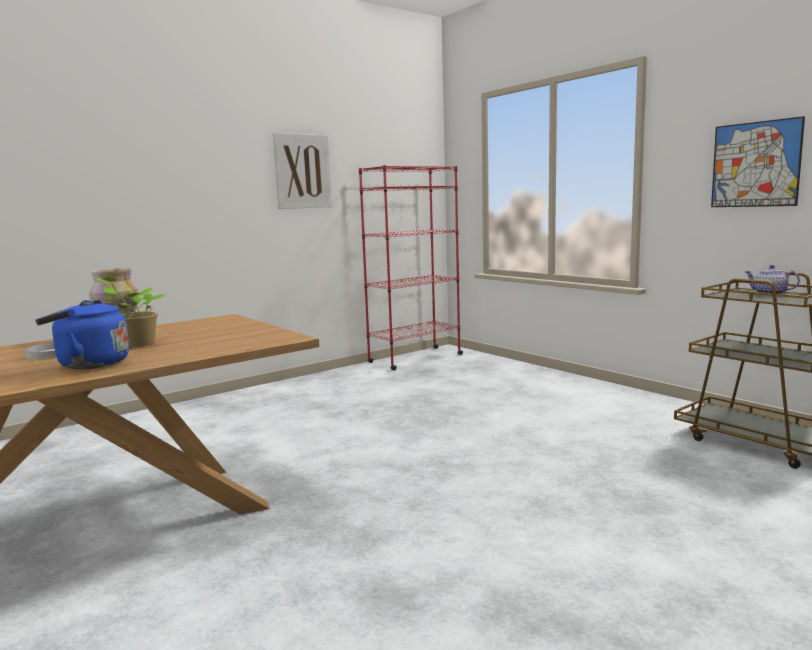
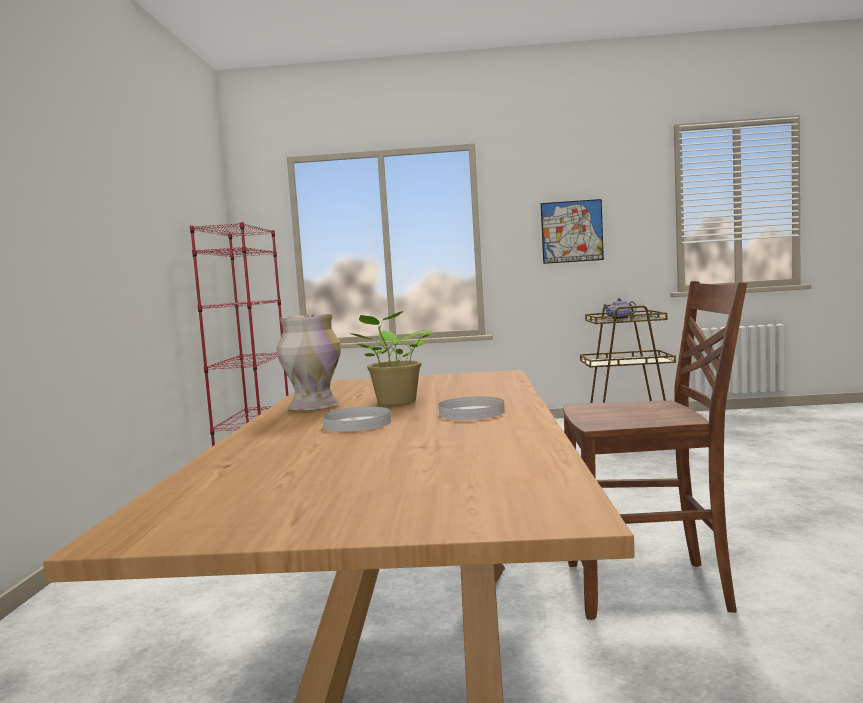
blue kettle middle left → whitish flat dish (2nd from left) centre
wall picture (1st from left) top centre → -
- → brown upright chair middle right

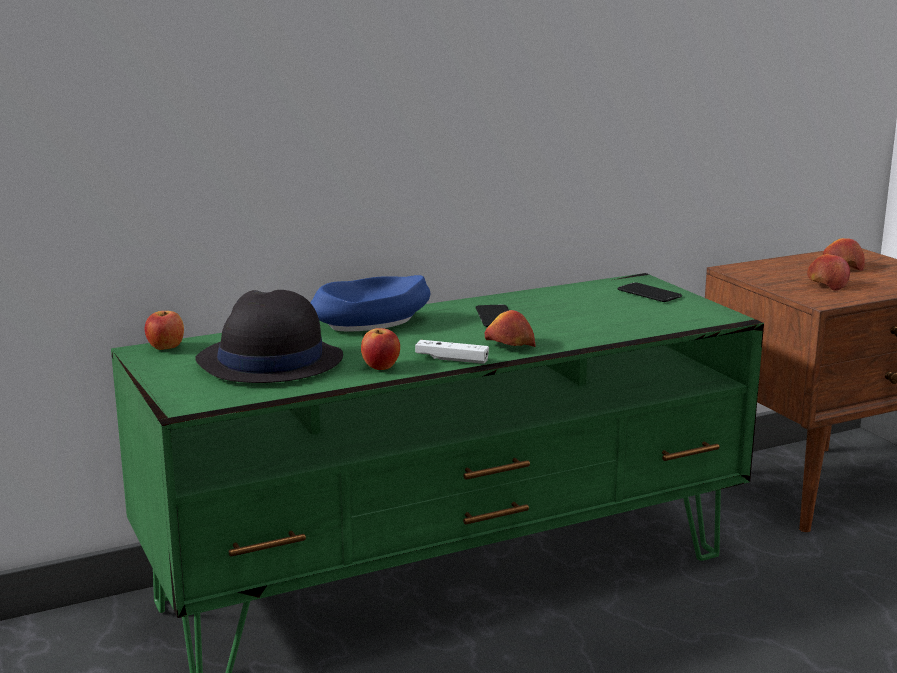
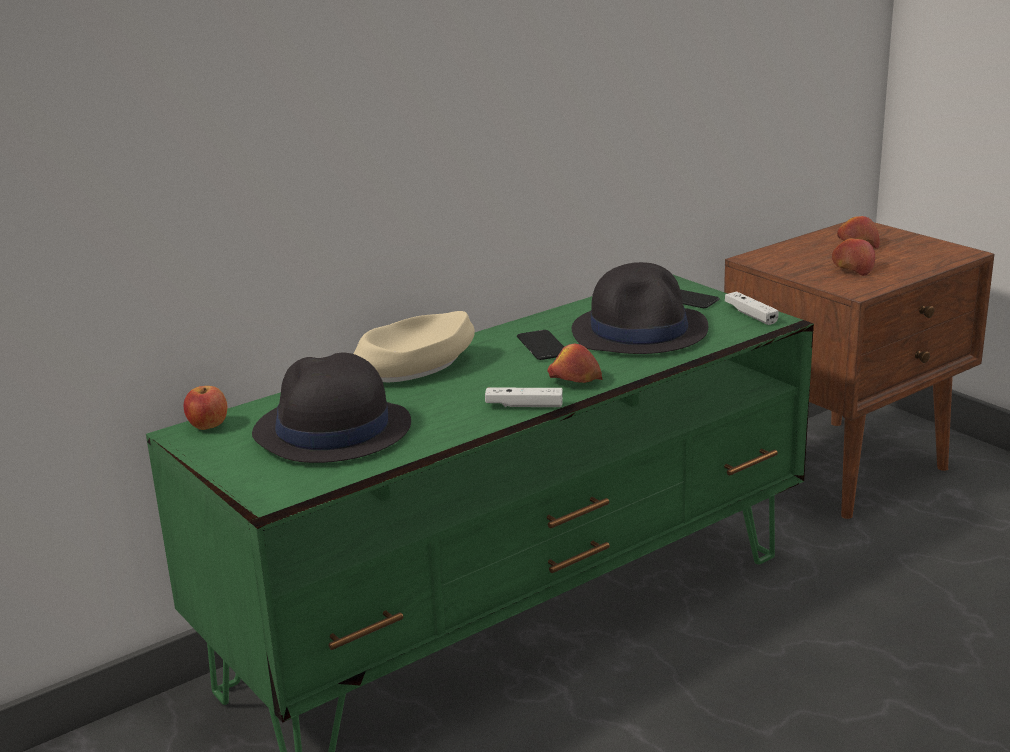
blue deep dish centre → beige deep dish centre
apple fruit (2nd from left) centre → -
- → black wearable hat (2nd from left) centre
- → whitish joypad (2nd from left) middle right

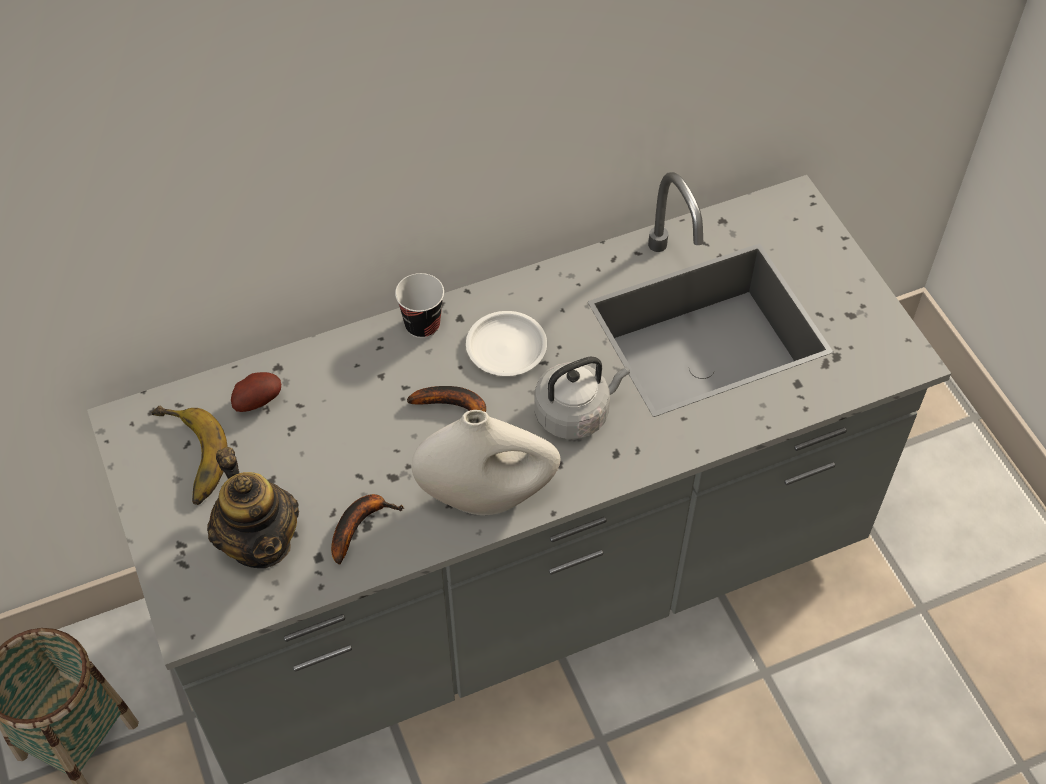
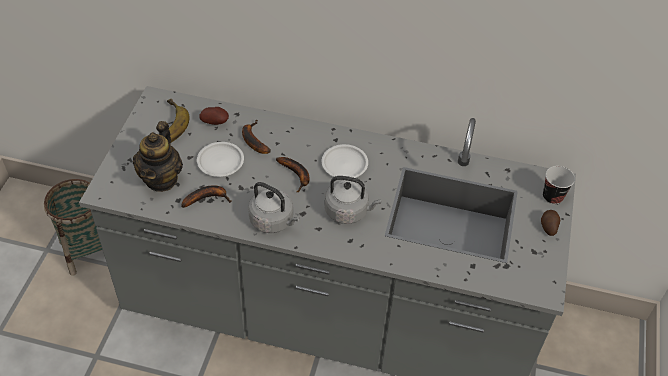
small cup centre → small cup middle right, move
whitish decorative vase centre → grey kettle (1st from left) centre
- → whitish flat dish (1st from left) middle left
- → whole banana (3rd from left) centre
- → potato (2nd from left) middle right

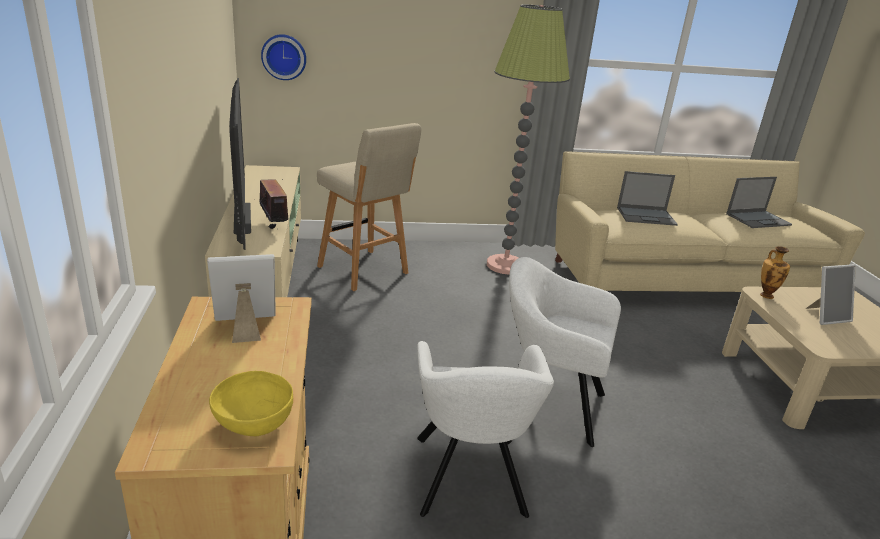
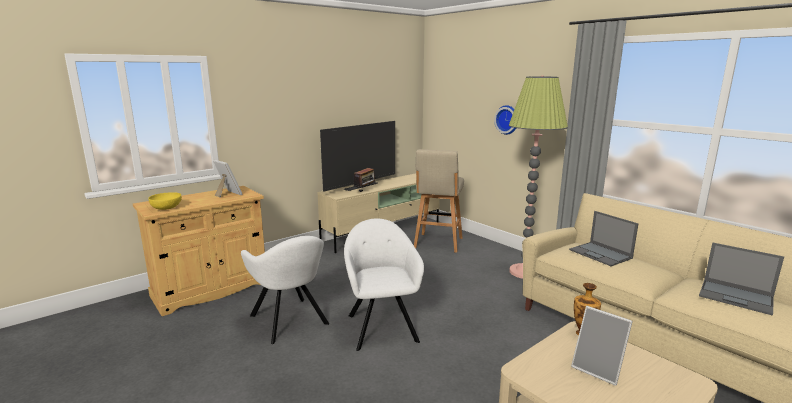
clock on the wall top left → clock on the wall top centre, move
whitish lounge chair (1st from left) bottom centre, 90 degrees counterclockwise

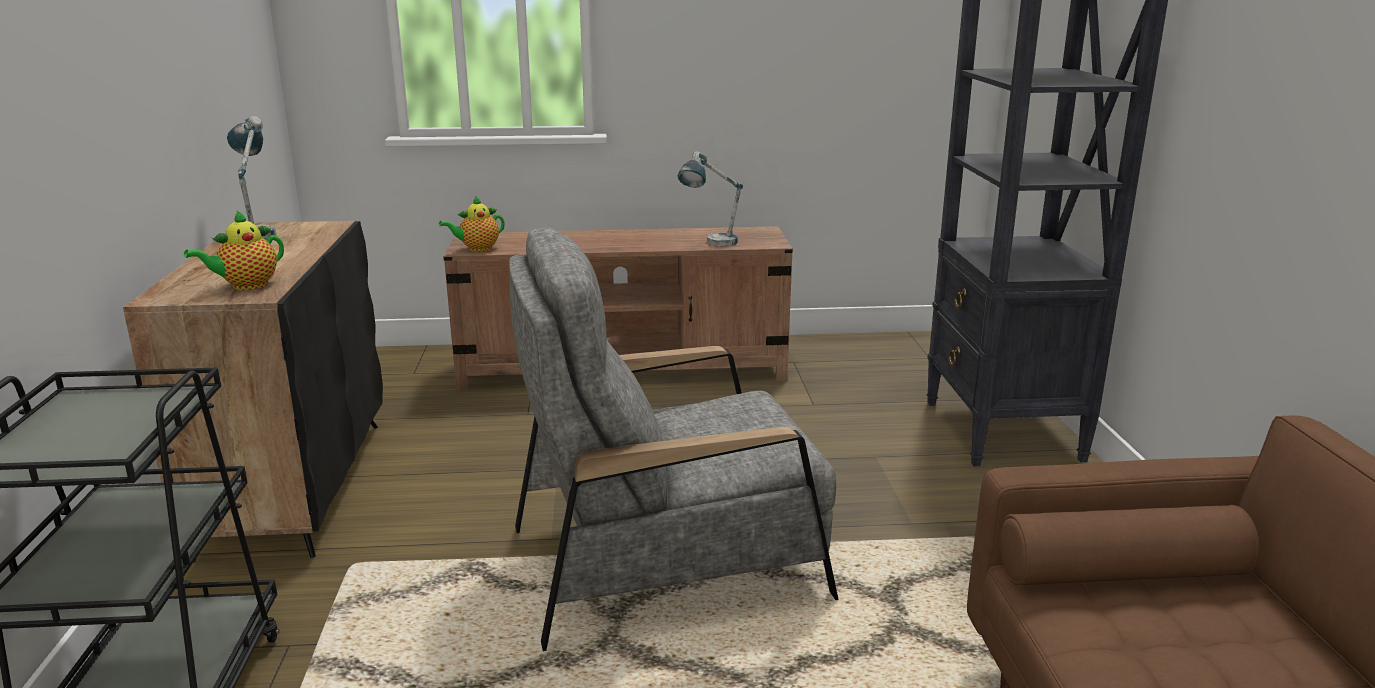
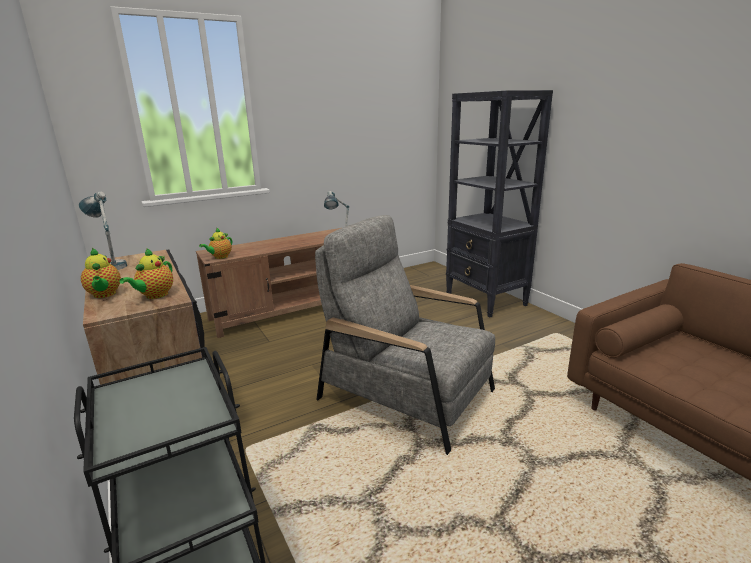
grey lounge chair centre, 75 degrees clockwise
- → tea pot (1st from left) middle left

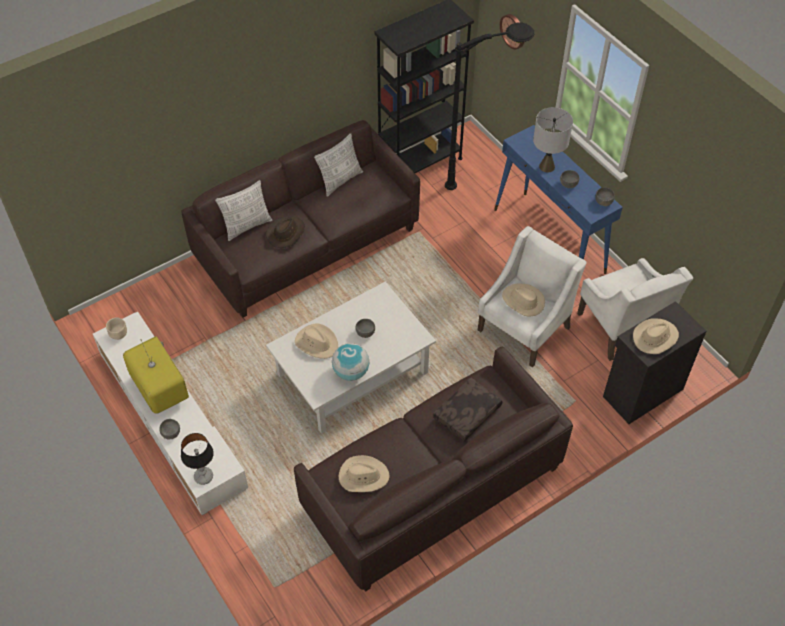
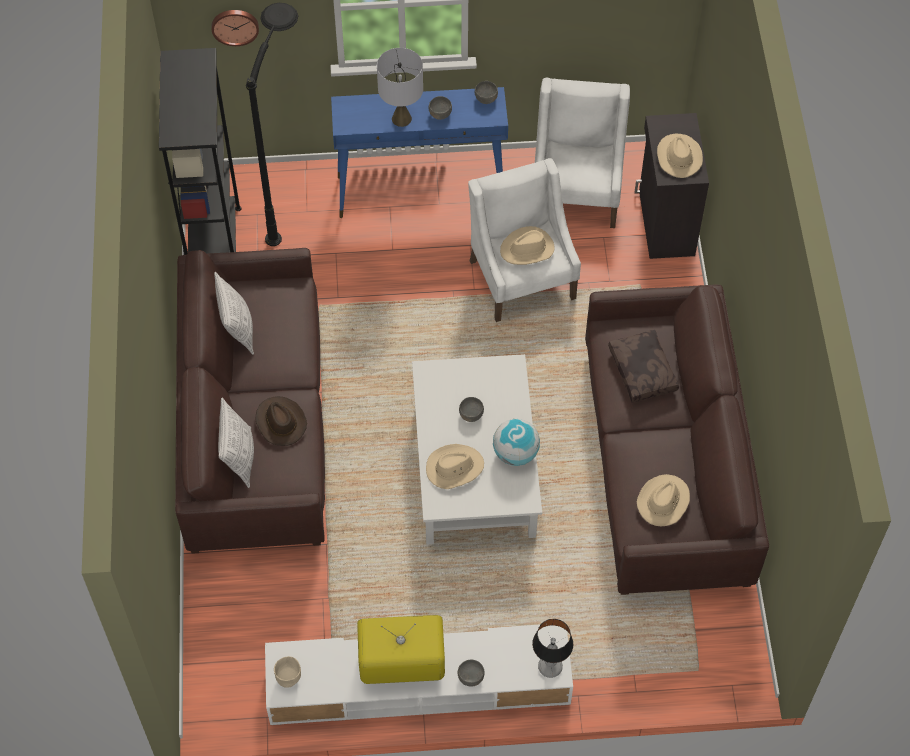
whitish lounge chair (2nd from left) middle right → whitish lounge chair (2nd from left) top centre, 90 degrees counterclockwise

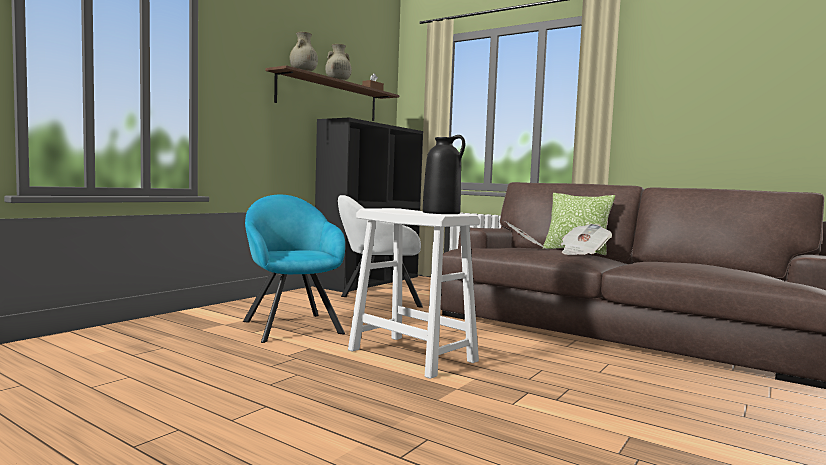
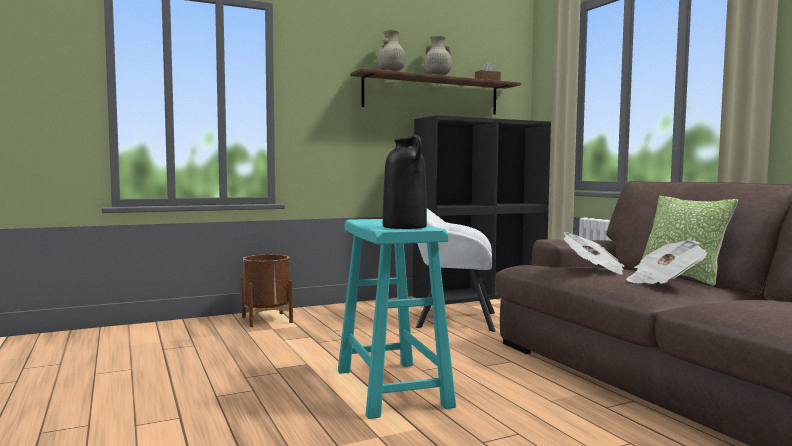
blue-green lounge chair centre → -
whitish stool seat centre → blue-green stool seat bottom centre
- → brown plant pot centre

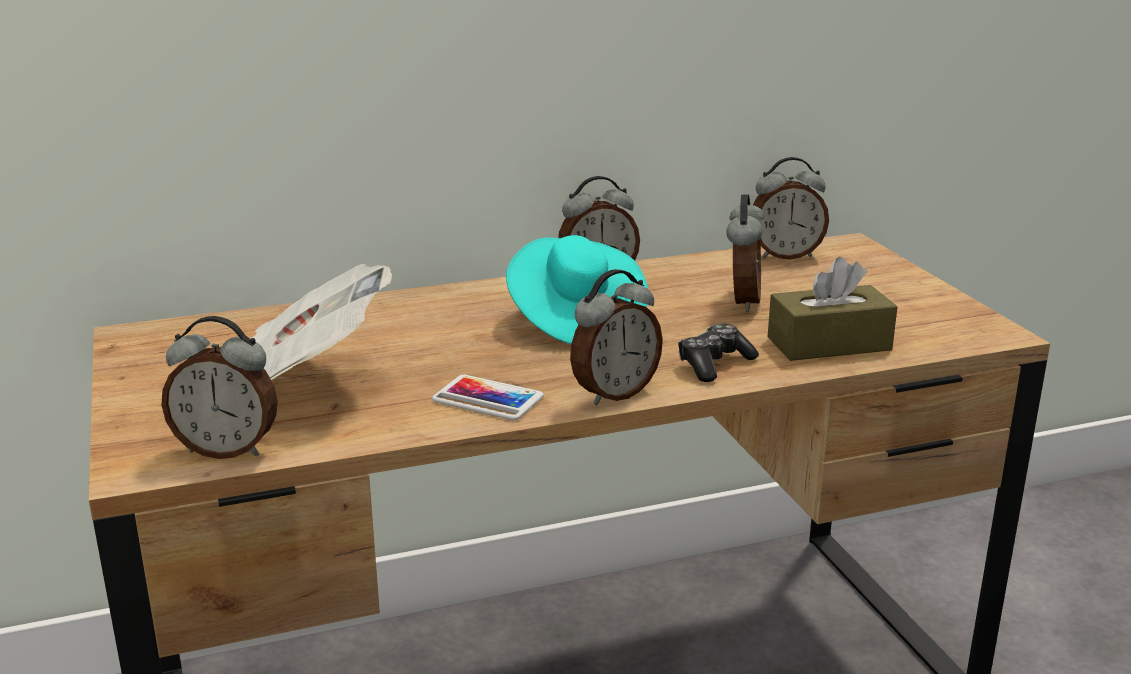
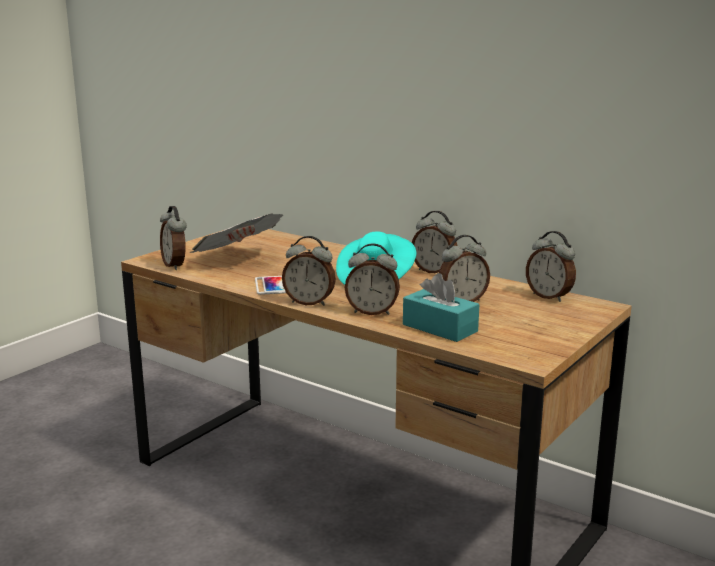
joypad centre → table clock (3rd from left) centre
brown tissue box middle right → blue-green tissue box centre

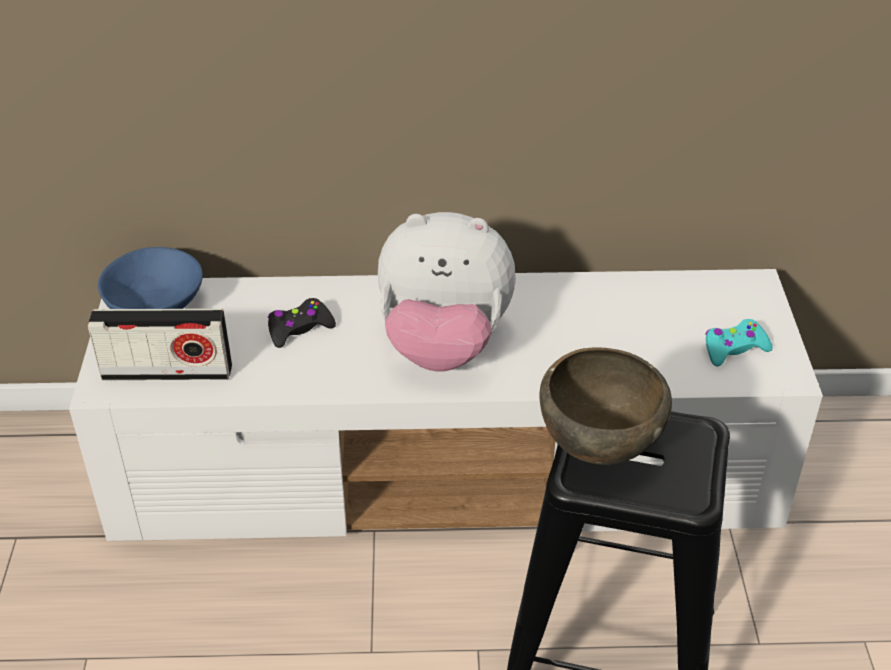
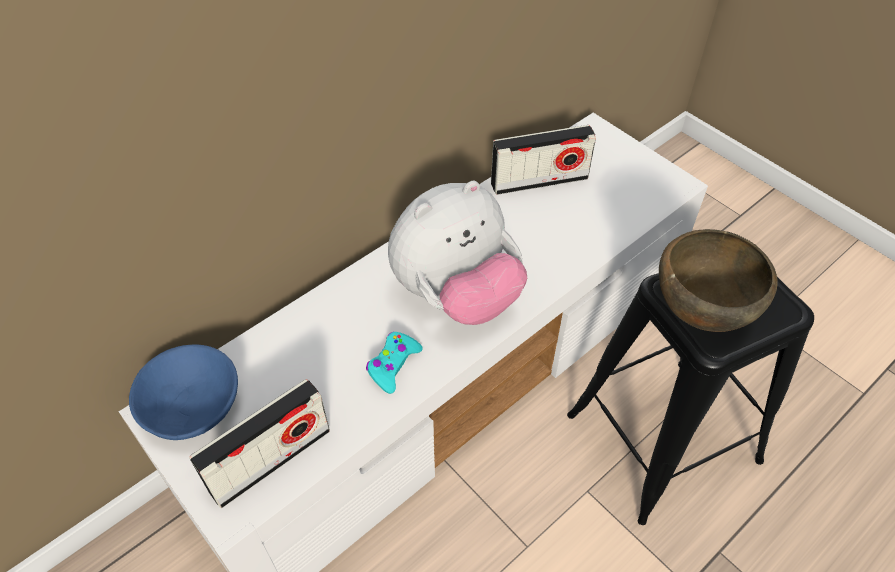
black joypad centre → -
blue-green joypad middle right → blue-green joypad centre, move
- → radio receiver (2nd from left) top centre

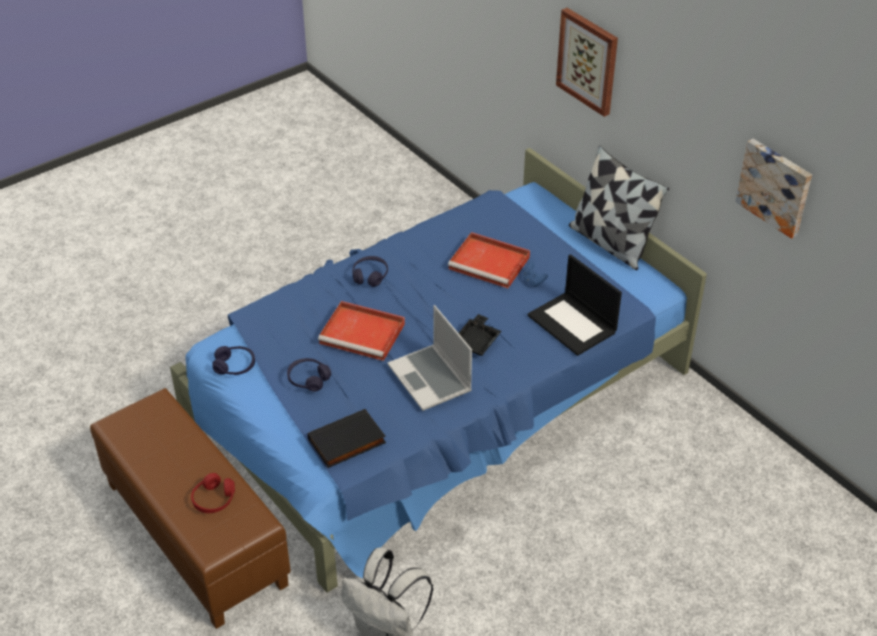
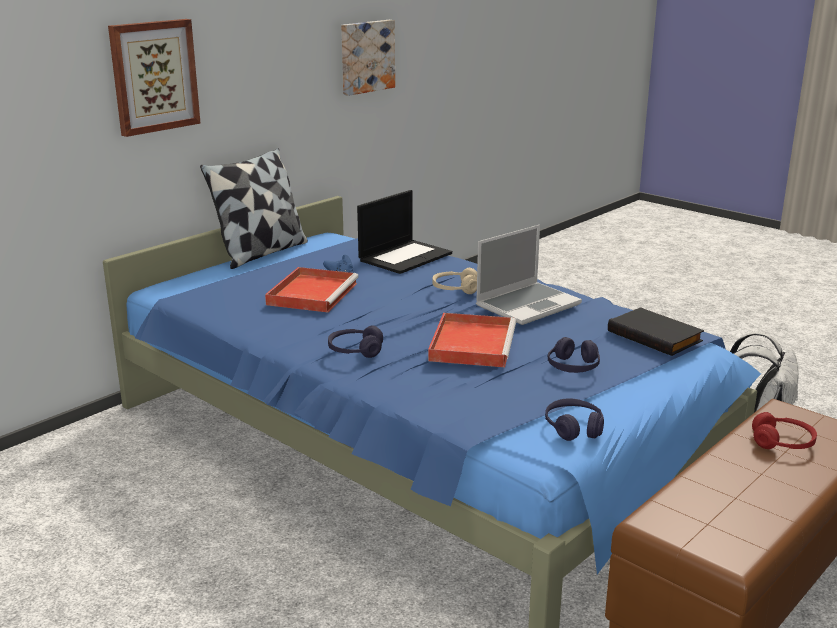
black serving tray centre → beige pair of headphones centre

